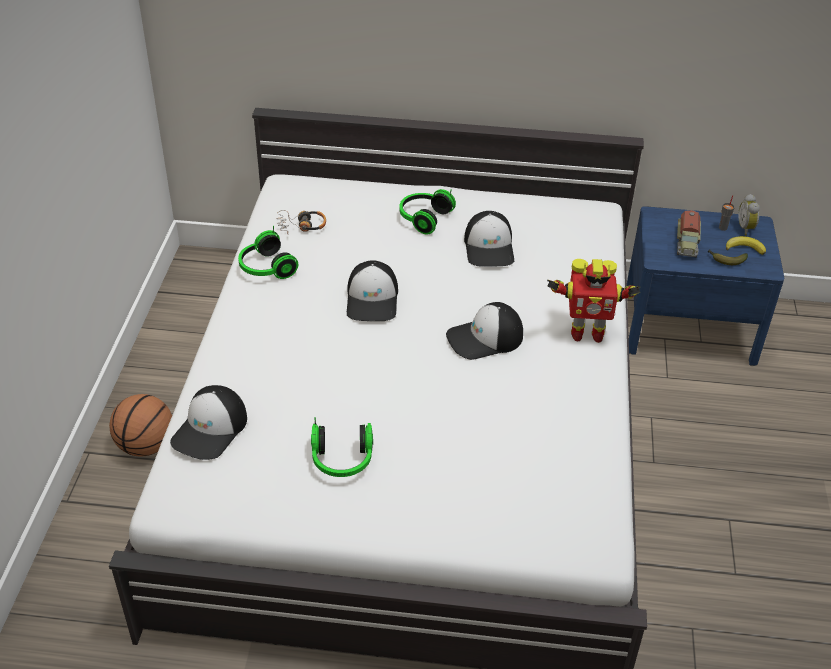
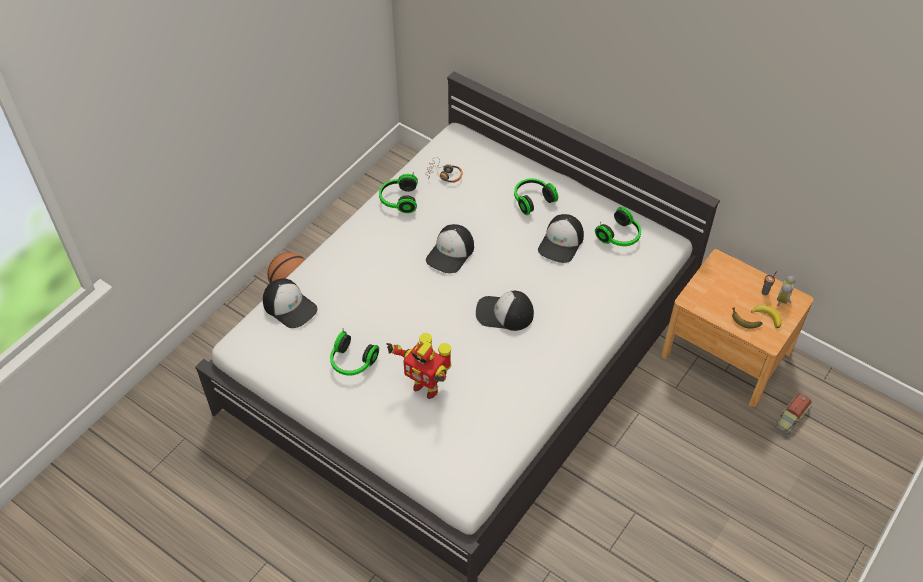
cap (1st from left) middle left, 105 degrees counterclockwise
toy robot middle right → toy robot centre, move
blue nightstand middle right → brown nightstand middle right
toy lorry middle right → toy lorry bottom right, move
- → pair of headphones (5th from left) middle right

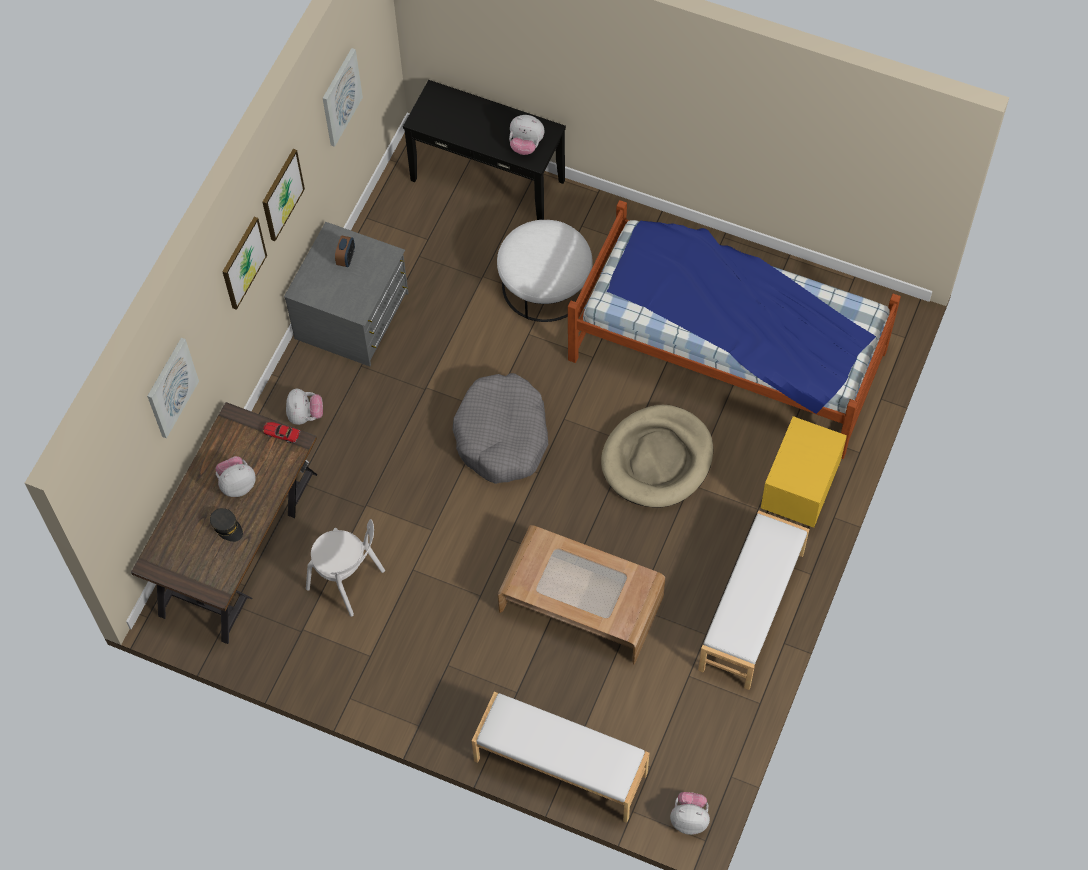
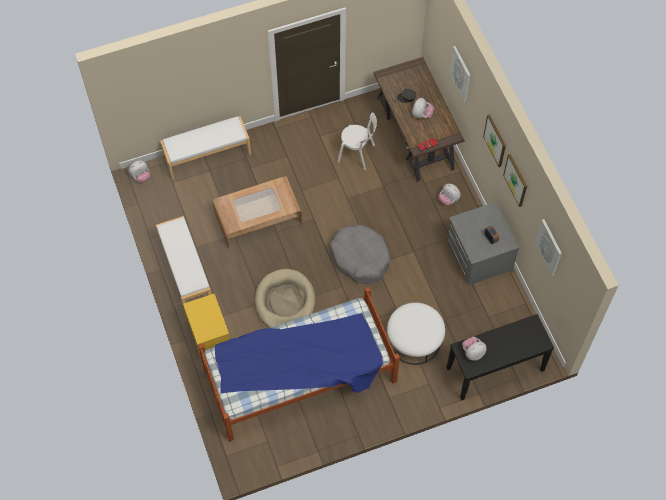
whitish upright chair middle left → whitish upright chair top centre, 150 degrees counterclockwise

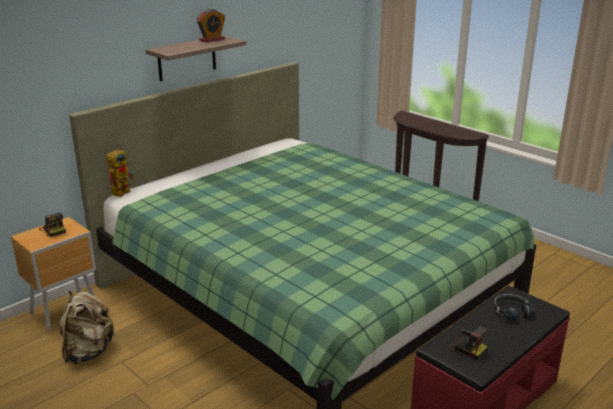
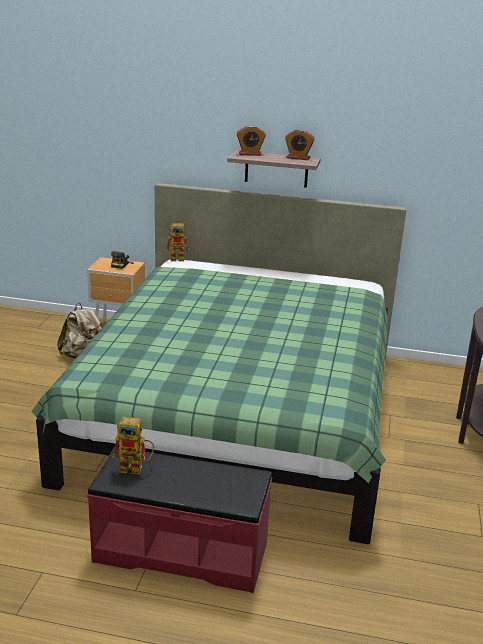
still camera (2nd from left) bottom right → toy robot (1st from left) bottom left
black pair of headphones bottom right → -
- → table clock (1st from left) top centre

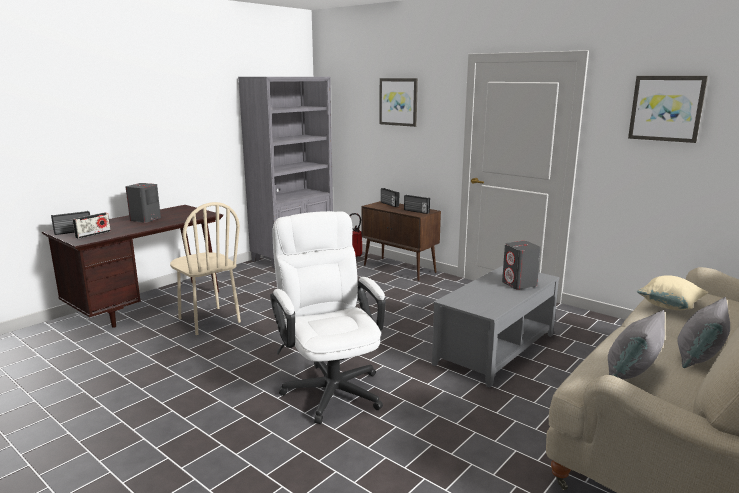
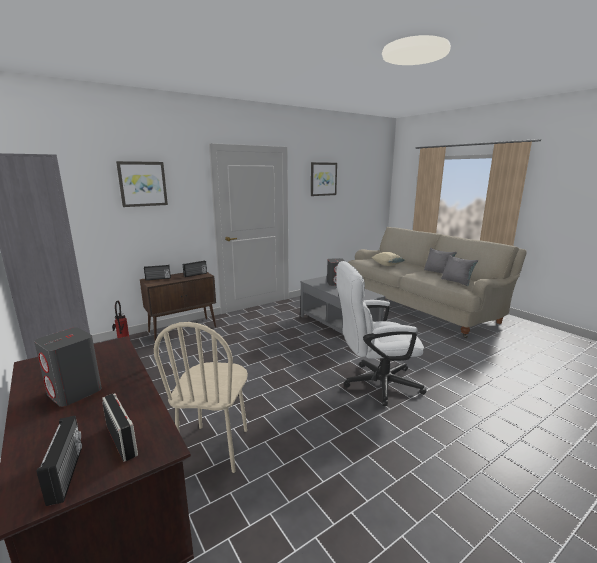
beige upright chair middle left → beige upright chair bottom centre, 120 degrees clockwise

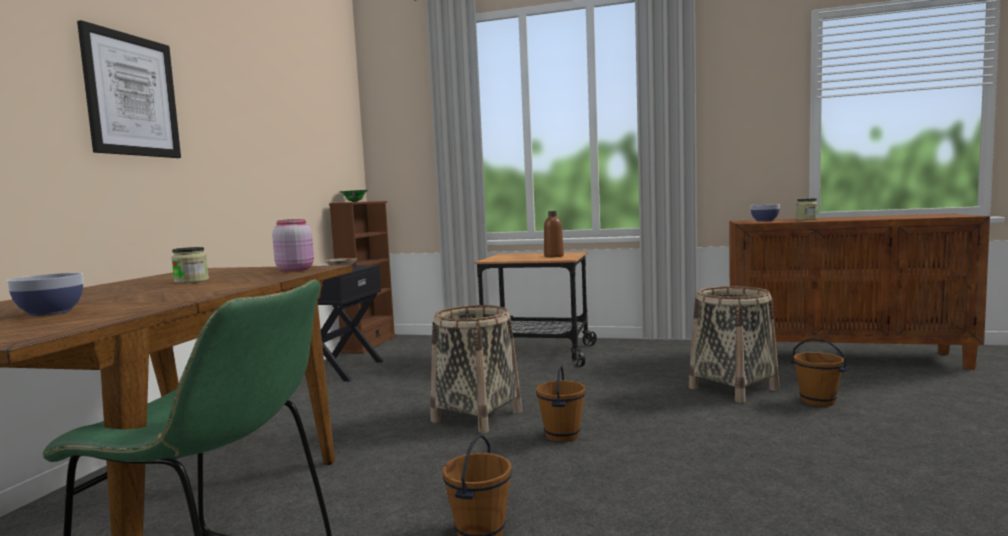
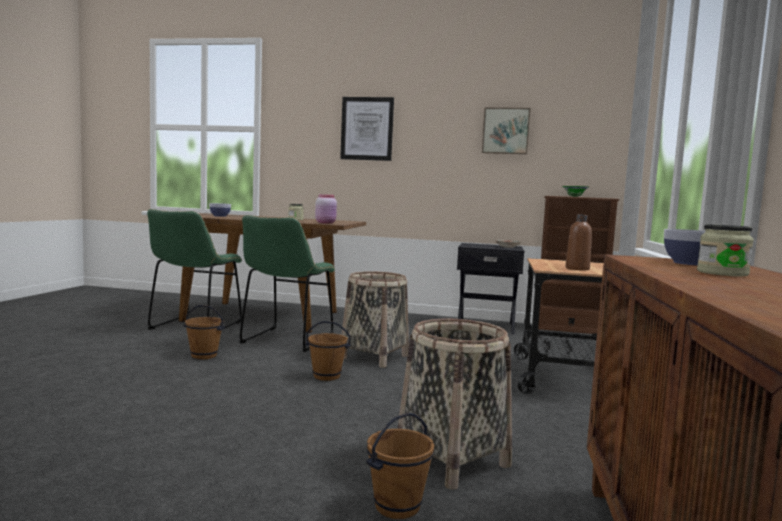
- → green upright chair (2nd from left) centre
- → wall picture (2nd from left) top centre

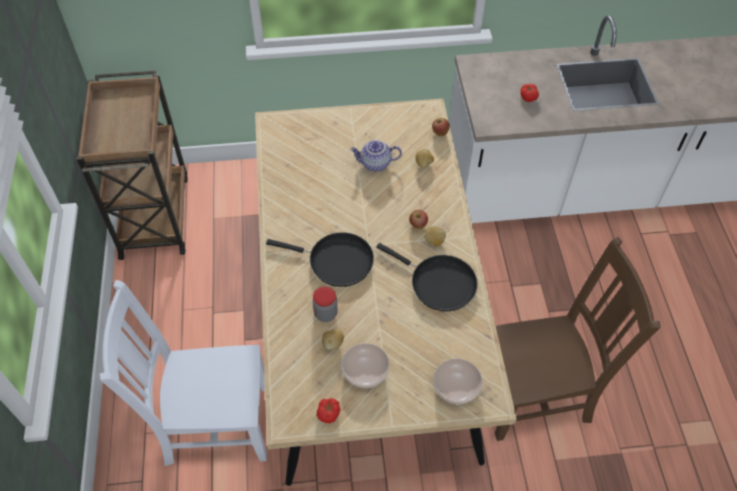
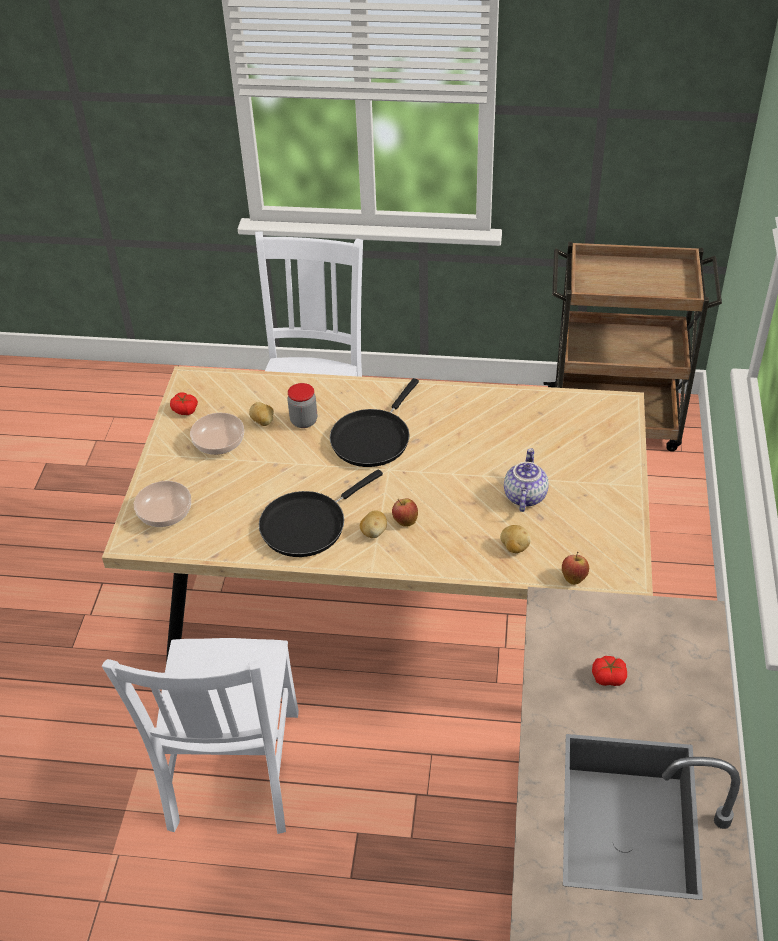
brown upright chair bottom right → whitish upright chair (1st from left) bottom left

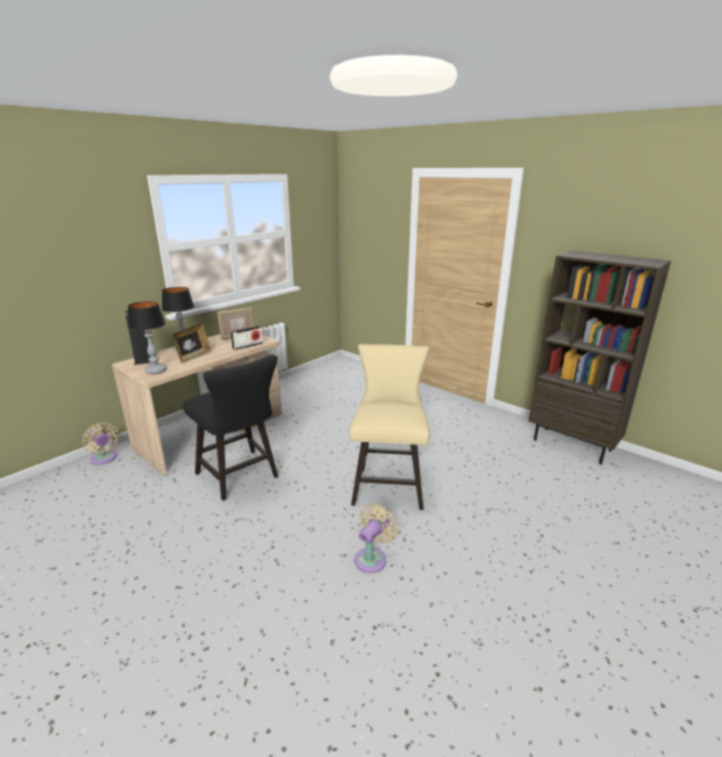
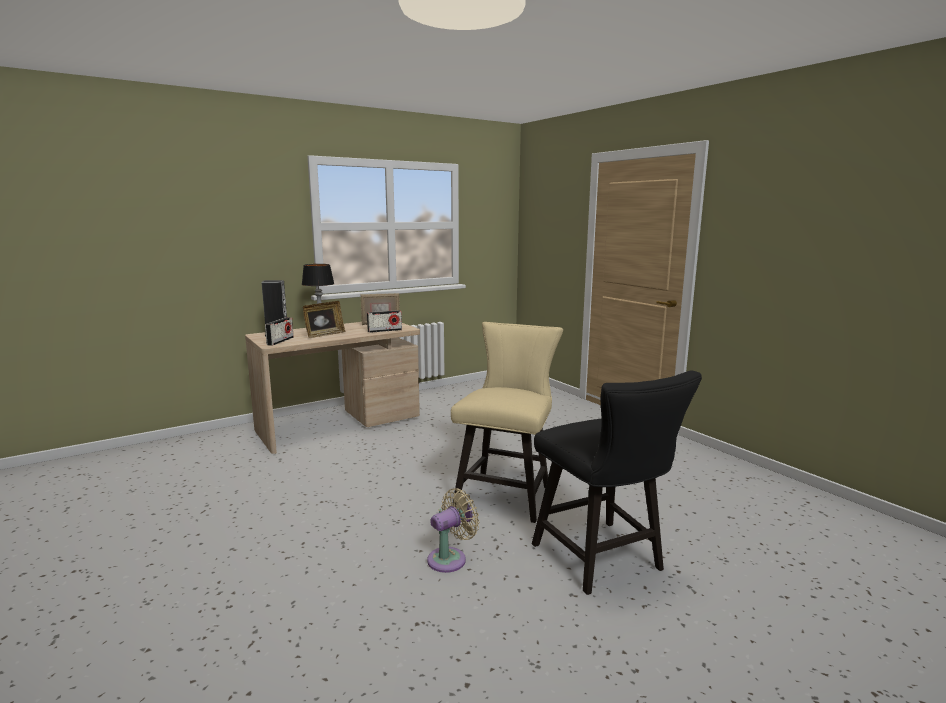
beige fan (1st from left) middle left → -
lamp for a table (1st from left) middle left → radio receiver (1st from left) middle left
black upright chair middle left → black upright chair bottom centre, move
brown shelving unit middle right → -

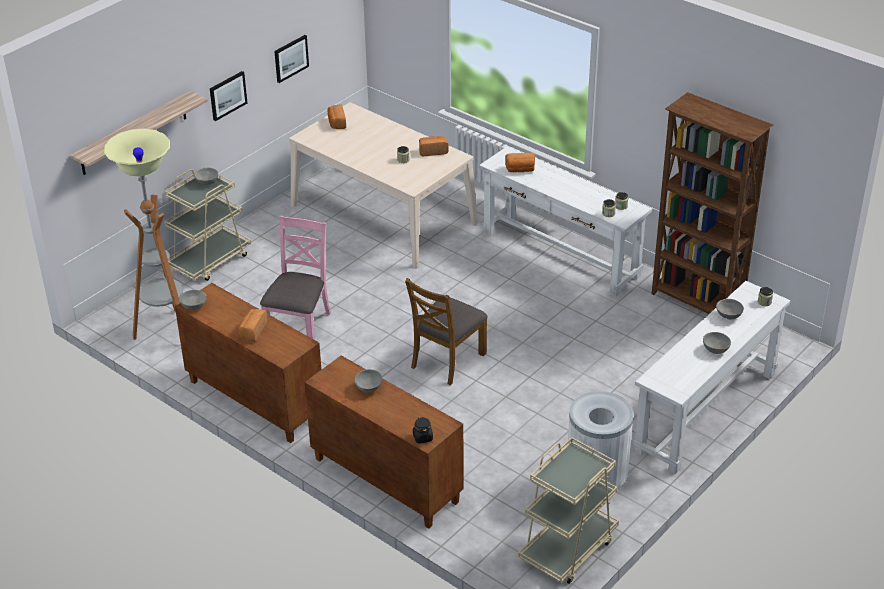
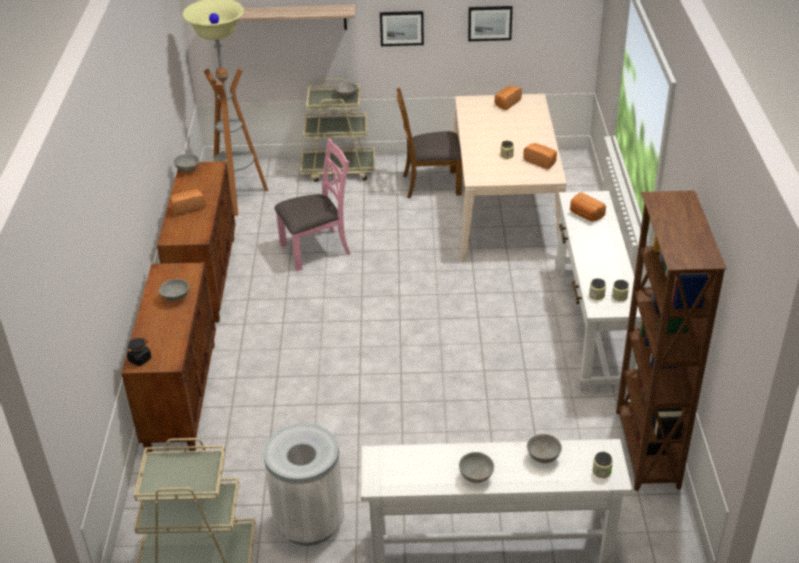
brown upright chair centre → brown upright chair top centre, move

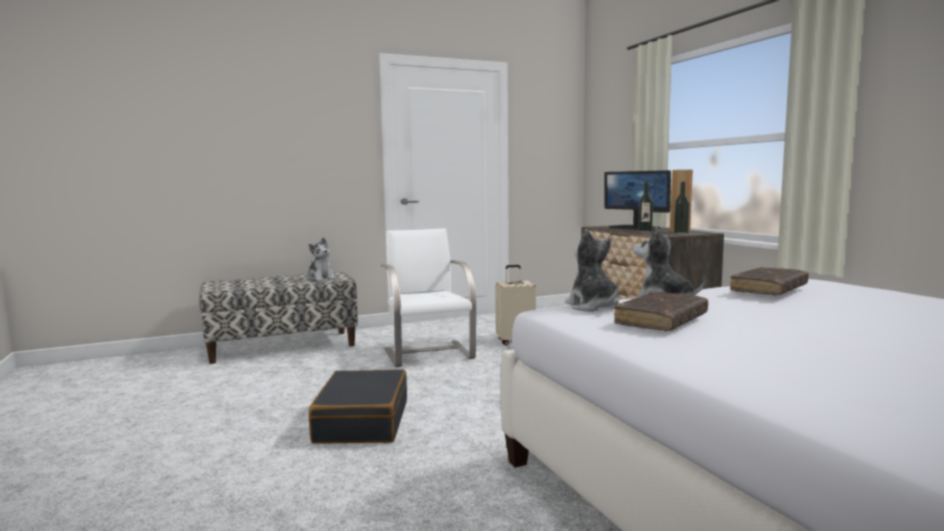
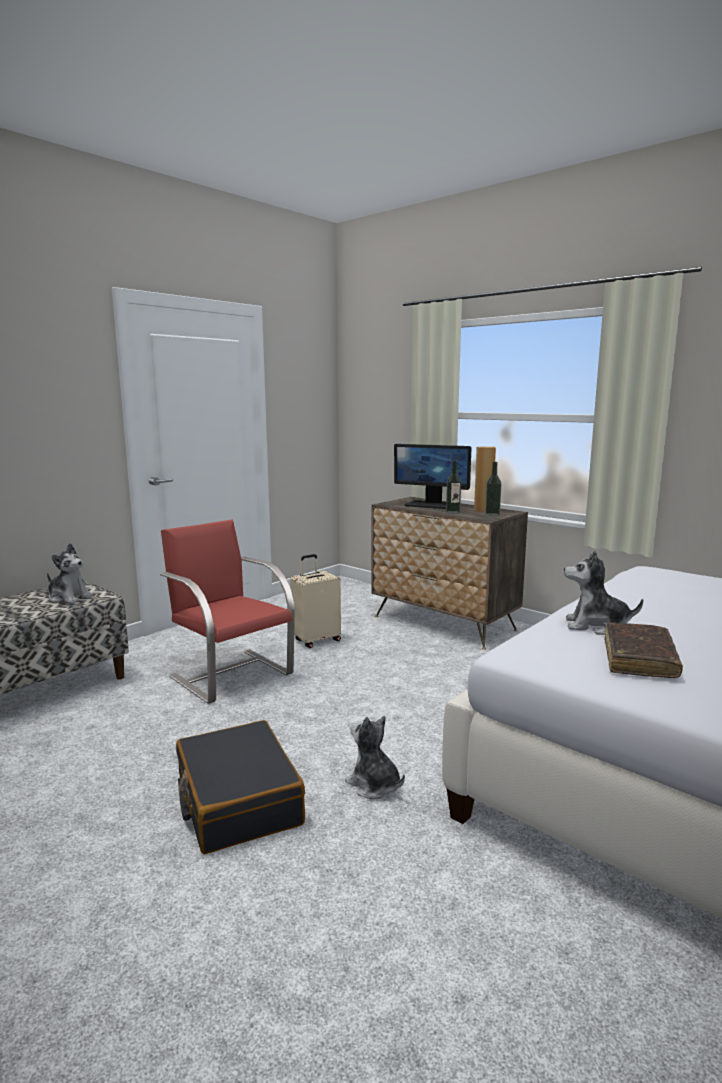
whitish upright chair centre → red-coloured upright chair middle left
soft toy (2nd from left) centre → soft toy (2nd from left) bottom centre, move
brown volume (2nd from left) middle right → -

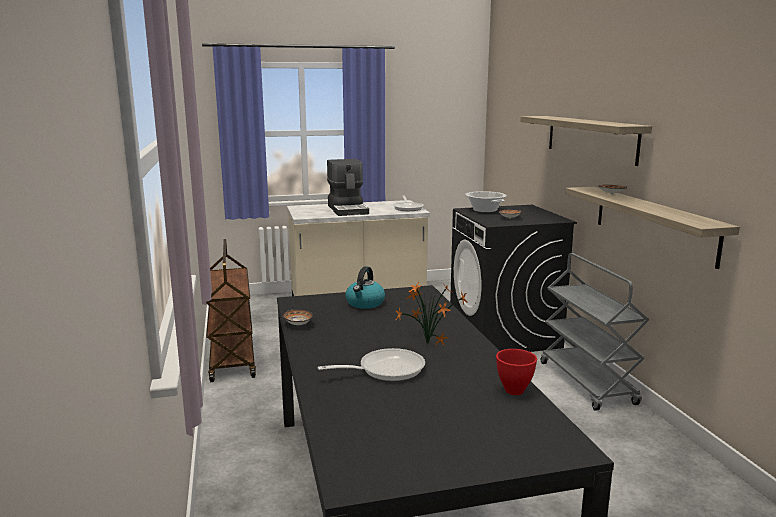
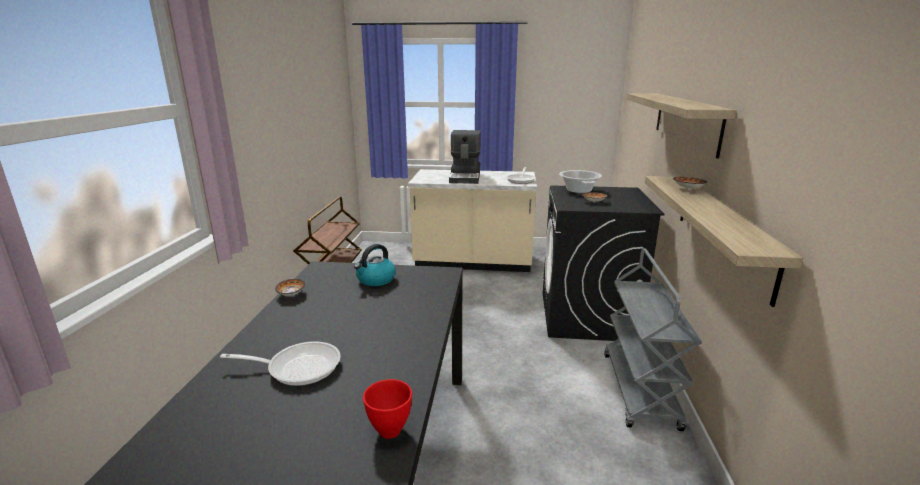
plant in a pot centre → -

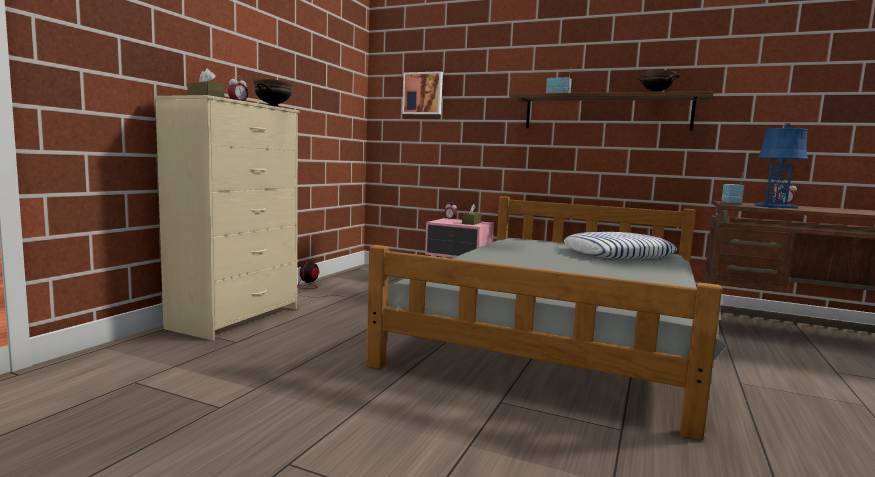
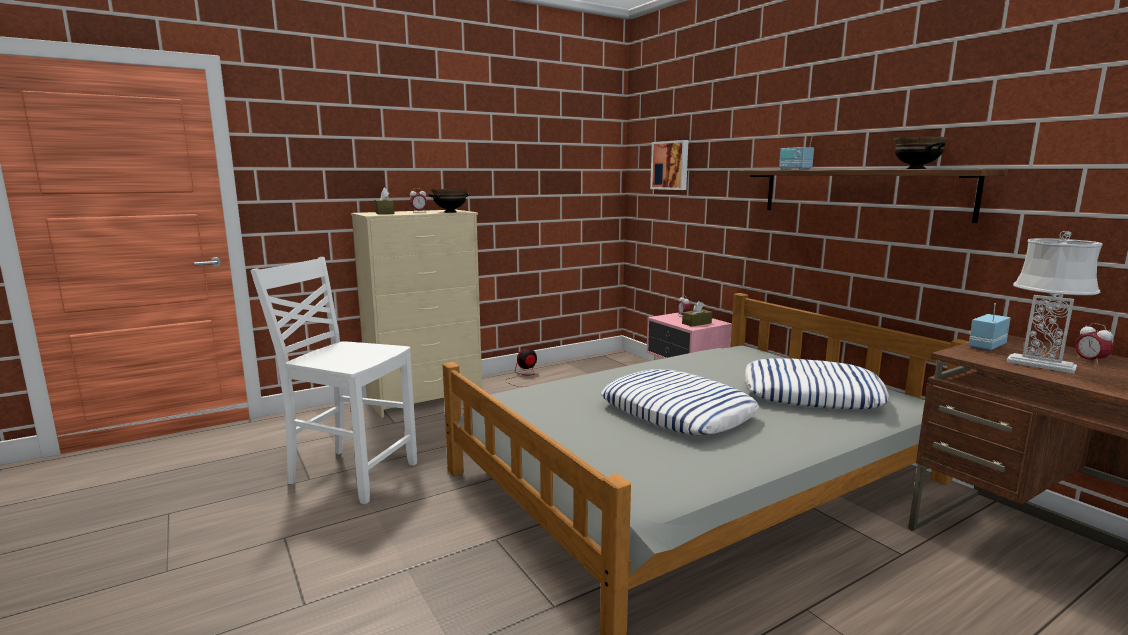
blue lamp for a table middle right → grey lamp for a table middle right
- → whitish upright chair middle left
- → throw pillow (1st from left) centre

